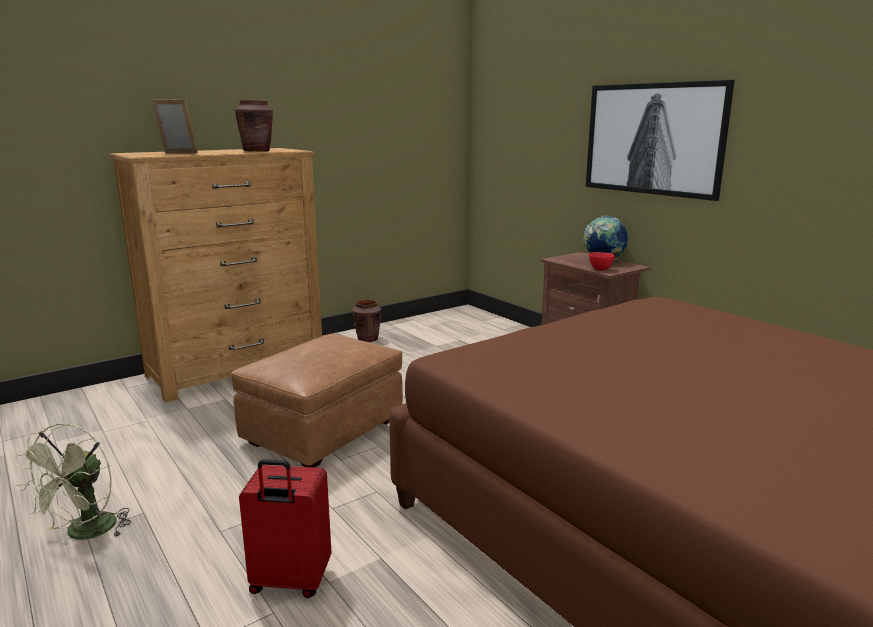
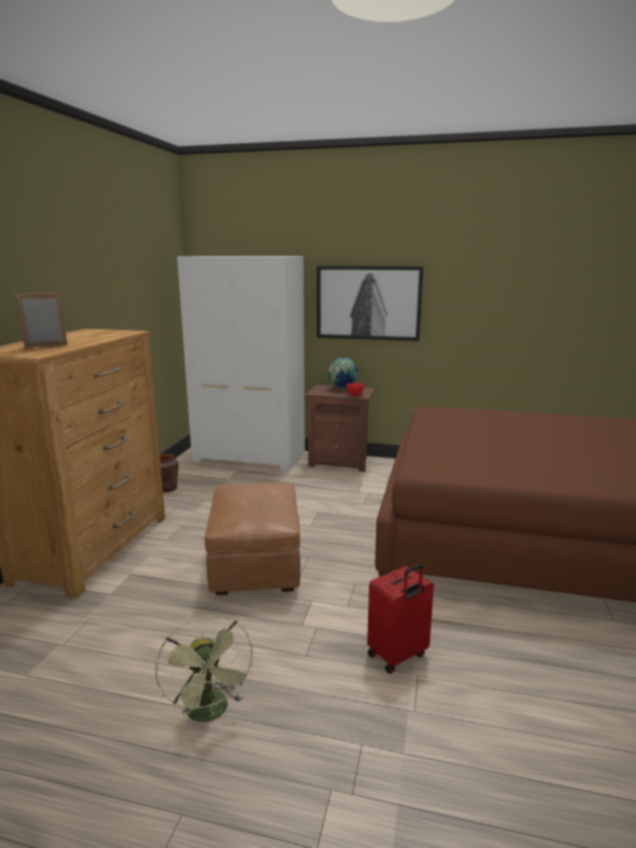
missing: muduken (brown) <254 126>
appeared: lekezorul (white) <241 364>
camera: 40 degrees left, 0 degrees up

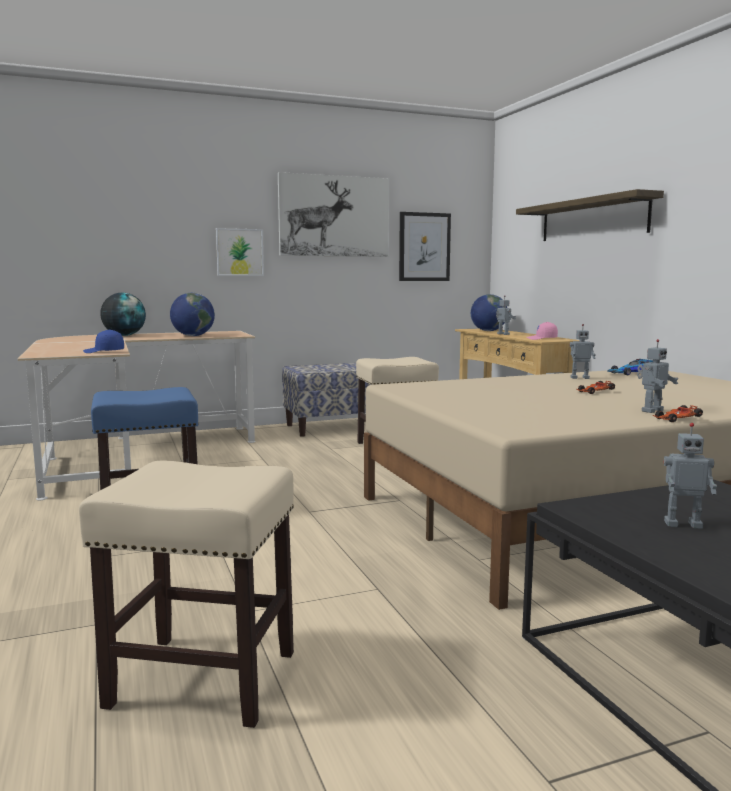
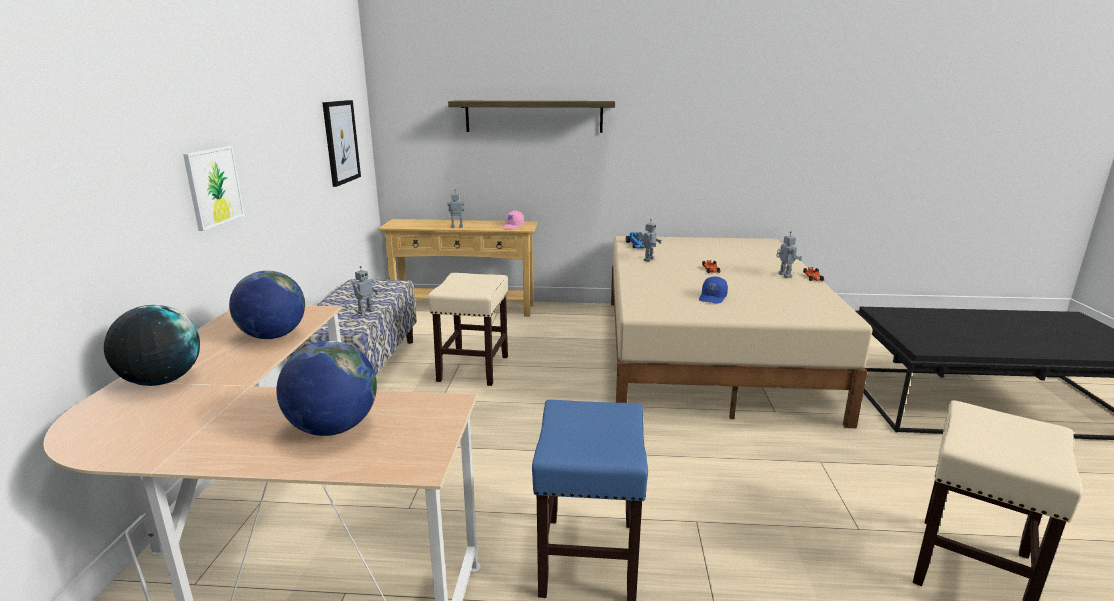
missing: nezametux <333 214>
relocated: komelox <489 312> to <326 388>; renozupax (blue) <103 341> to <713 290>; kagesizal <690 476> to <366 290>
camera: 65 degrees left, 10 degrees up

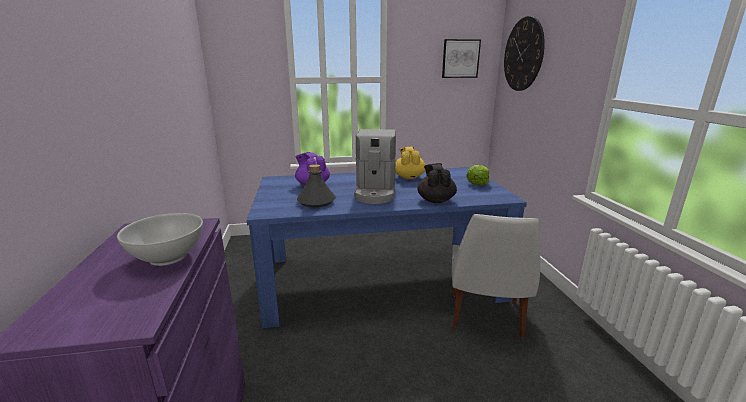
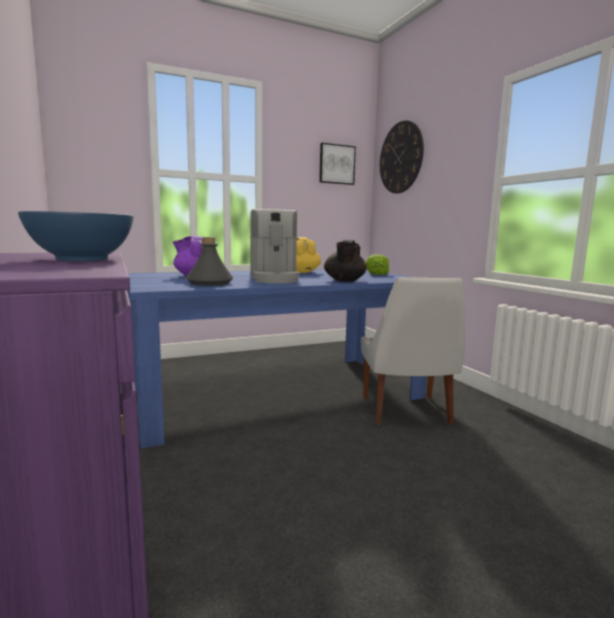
colour: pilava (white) <160 239> to pilava (blue) <76 236>
spun: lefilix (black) <437 183> = <345 260> 150 degrees counterclockwise
camera: 15 degrees left, 10 degrees down

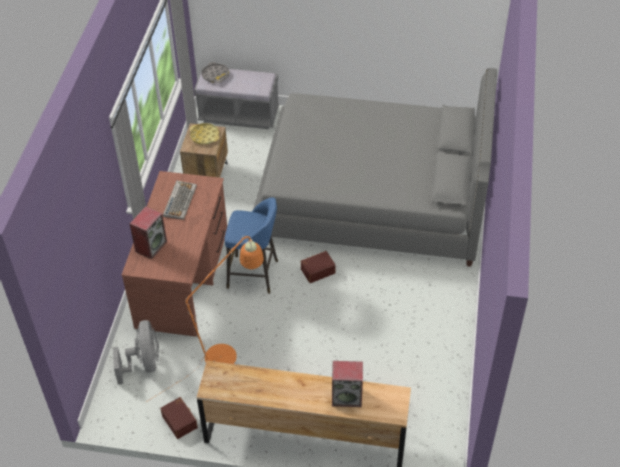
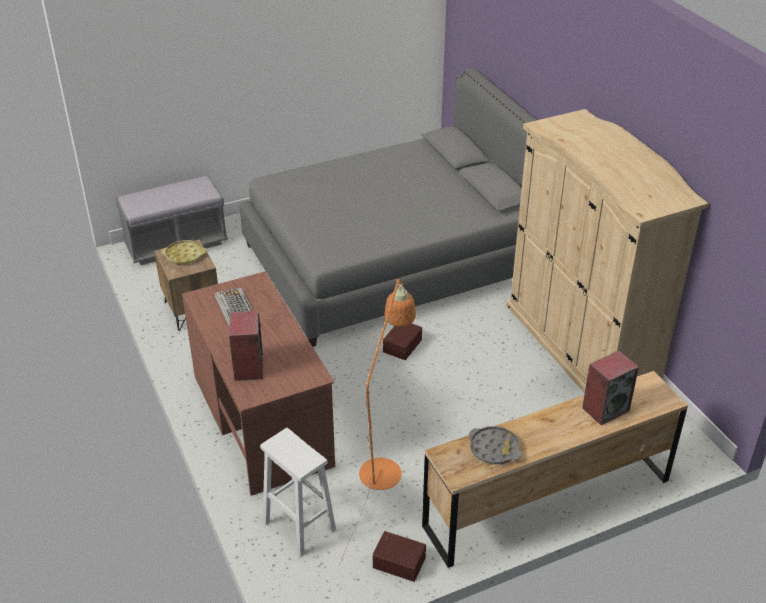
missing: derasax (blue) <251 245>
appeared: lekezorul (beige) <607 251>
relocated: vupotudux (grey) <215 72> to <495 445>
exchanged: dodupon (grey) <136 352> to derasax (white) <298 492>
camera: 35 degrees left, 10 degrees down

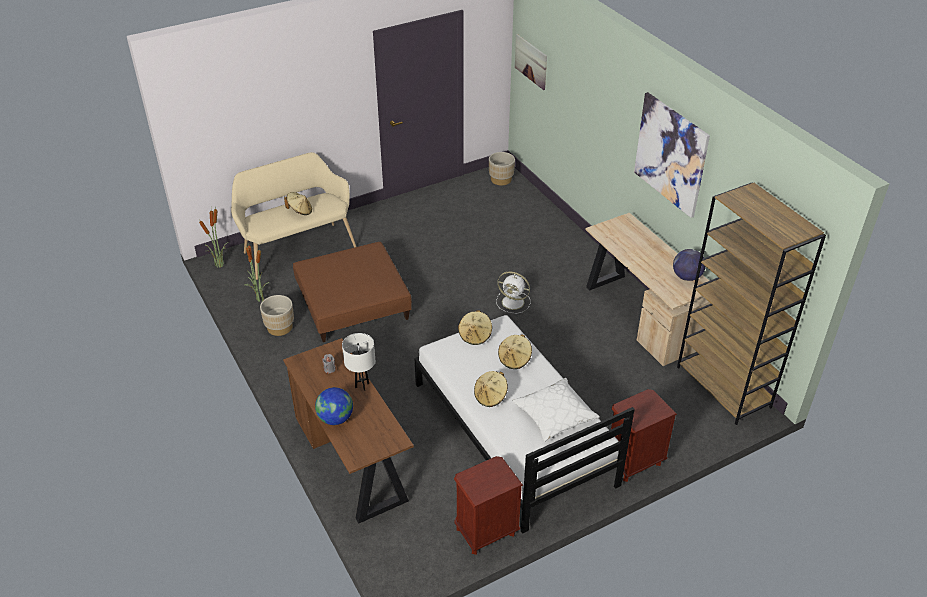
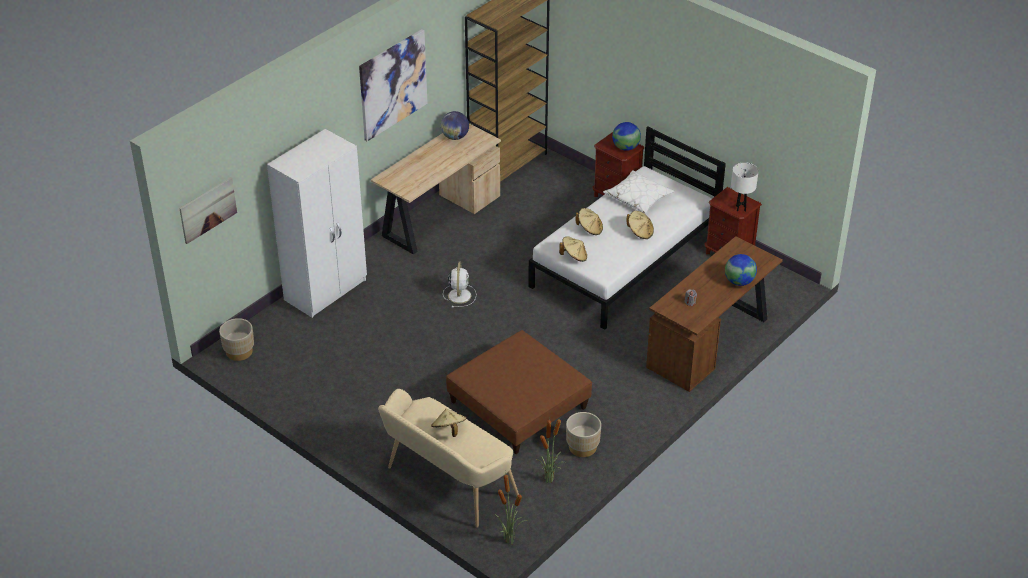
appeared: komelox <626 136>; lekezorul (white) <317 223>
relocated: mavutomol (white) <358 362> to <745 187>
camera: 110 degrees left, 0 degrees up

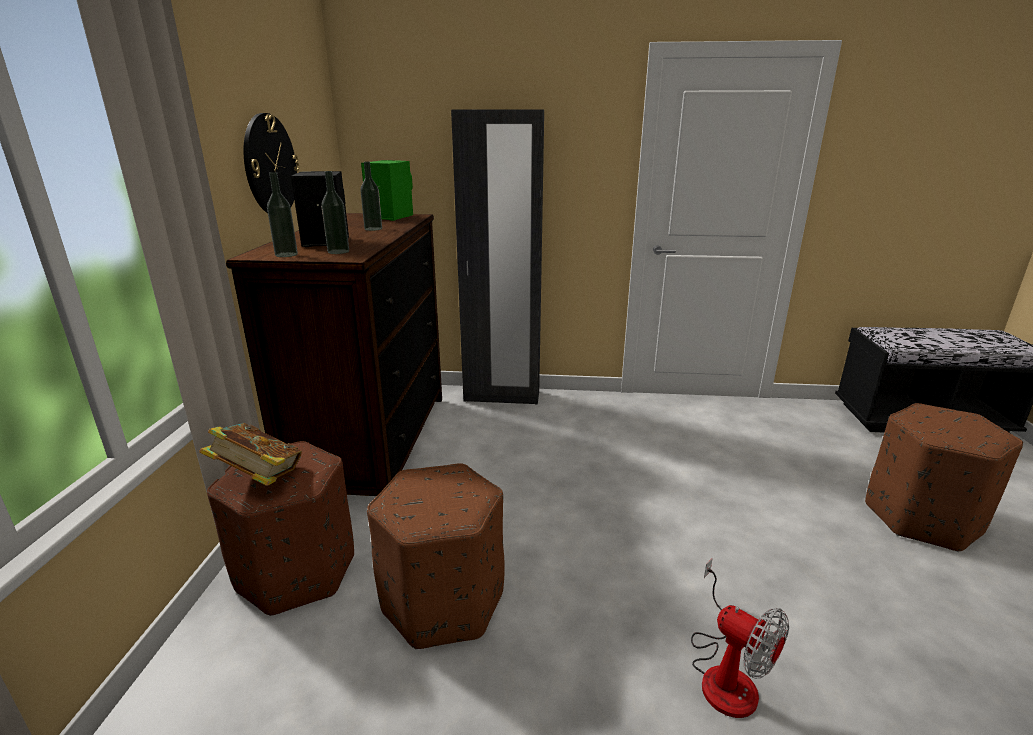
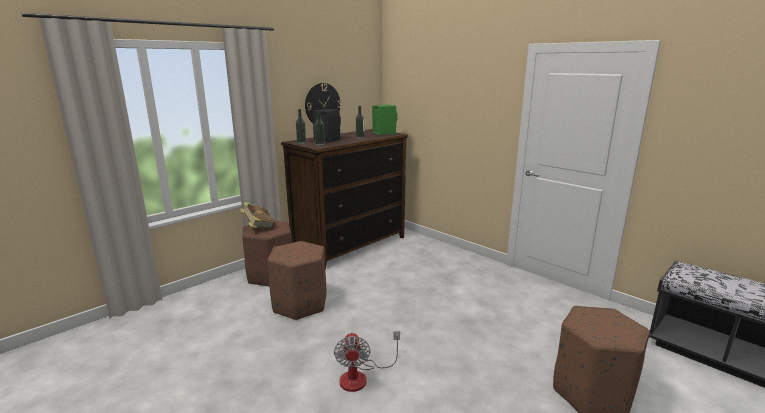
missing: lekezorul (black) <497 257>
camera: 40 degrees right, 5 degrees down

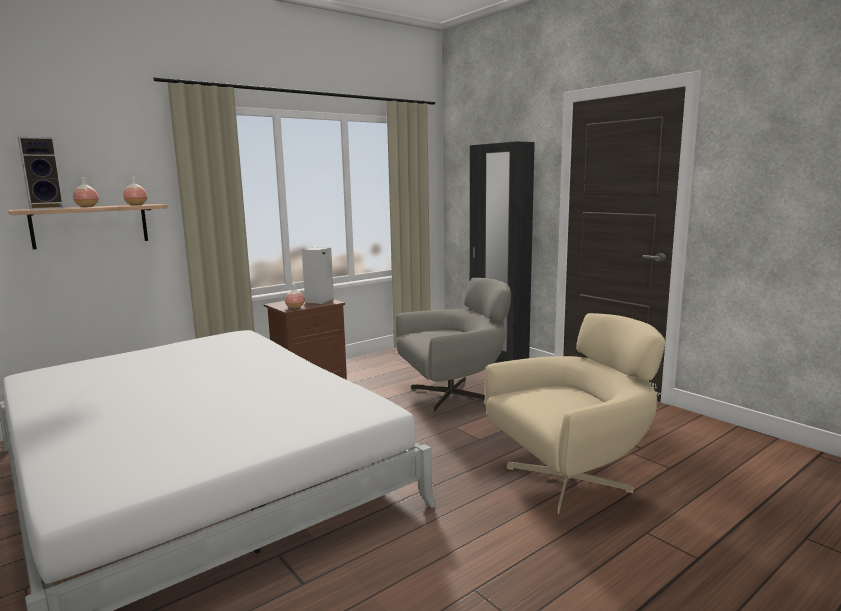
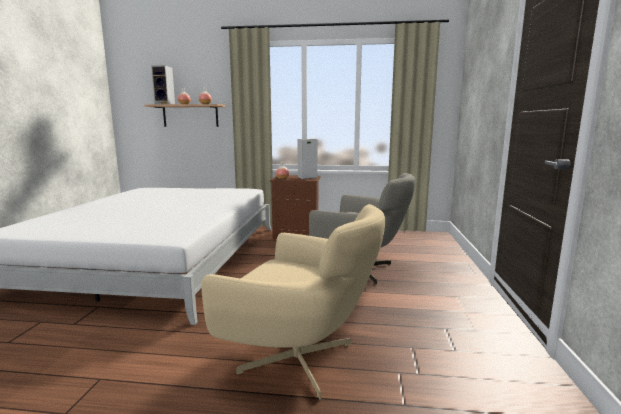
missing: lekezorul (black) <502 252>
camera: 45 degrees right, 0 degrees up

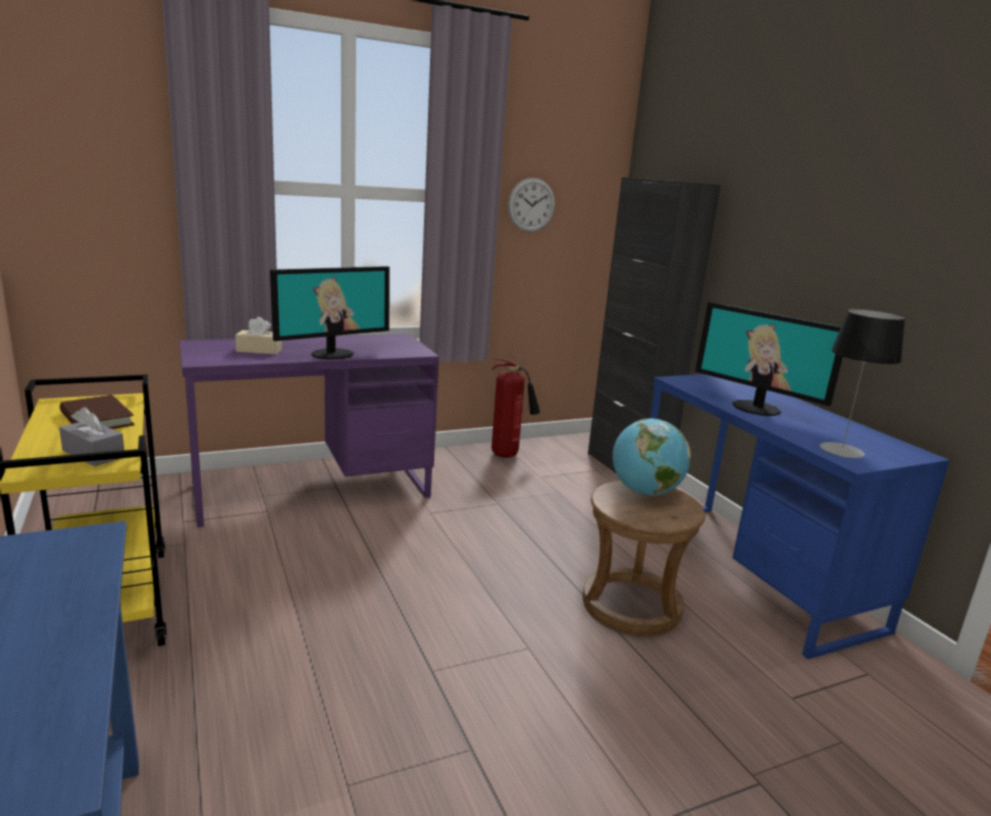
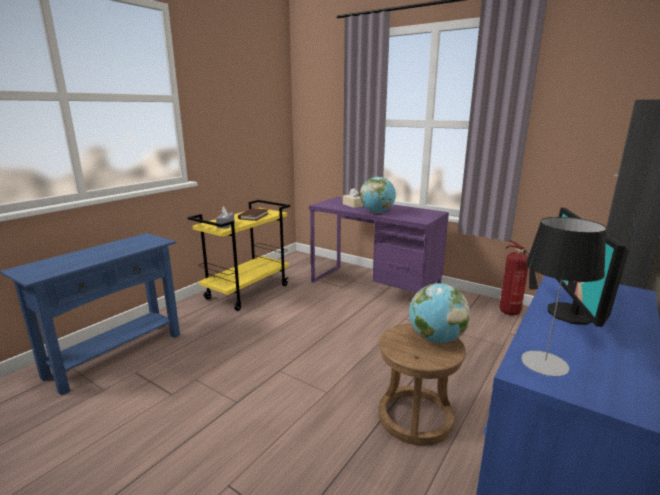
missing: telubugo <531 205>
exchanged: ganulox <330 313> to komelox <378 195>
camera: 60 degrees right, 0 degrees up

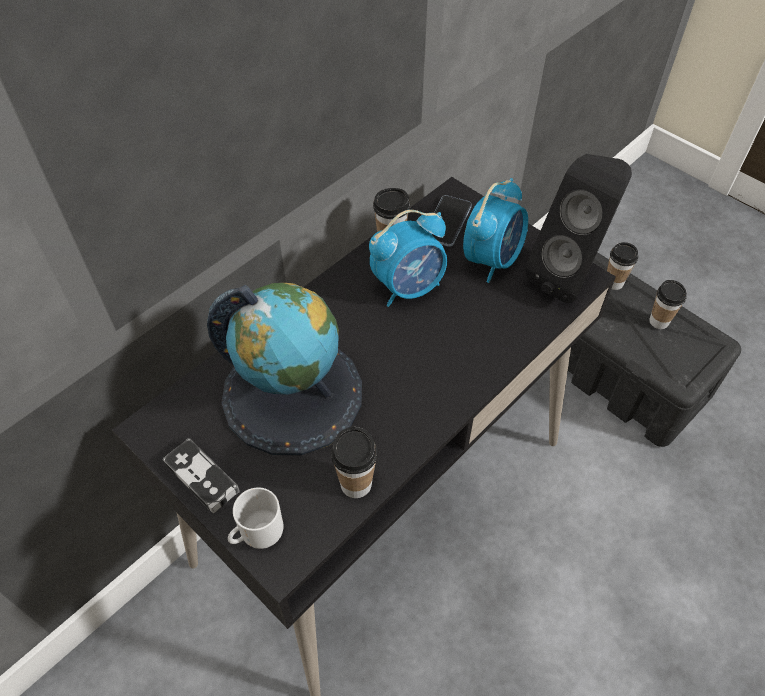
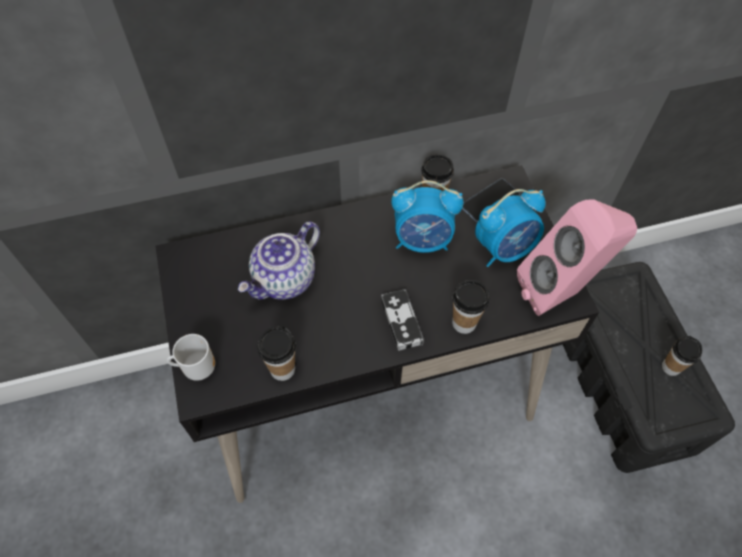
relocated: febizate <622 266> to <470 307>; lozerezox <201 475> to <402 320>
exchanged: komelox <284 369> to lefilix <279 260>
colour: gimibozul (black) <578 228> to gimibozul (pink) <577 257>
camera: 30 degrees right, 5 degrees up

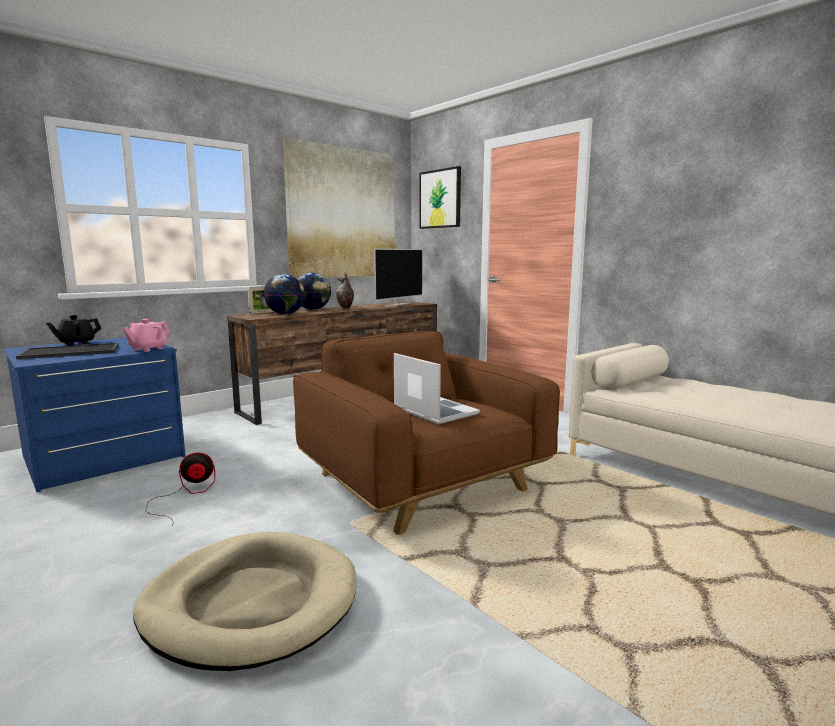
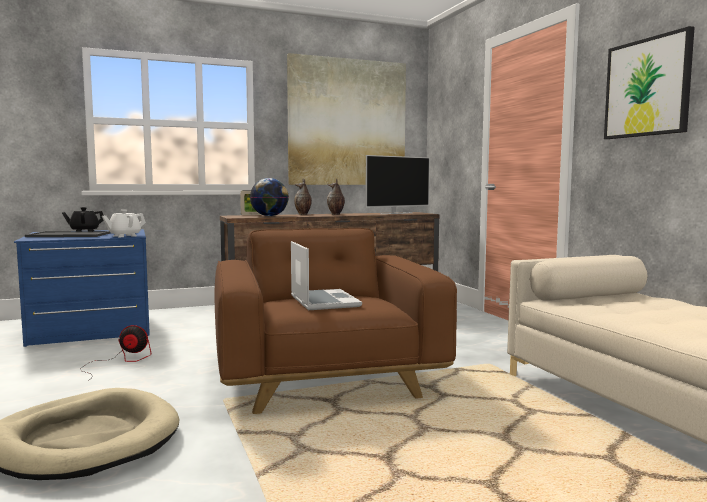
relocated: nezametux <440 197> to <649 82>
exchanged: komelox <314 291> to muduken <303 197>
colour: lefilix (pink) <145 335> to lefilix (white) <124 223>
camera: 20 degrees right, 5 degrees down

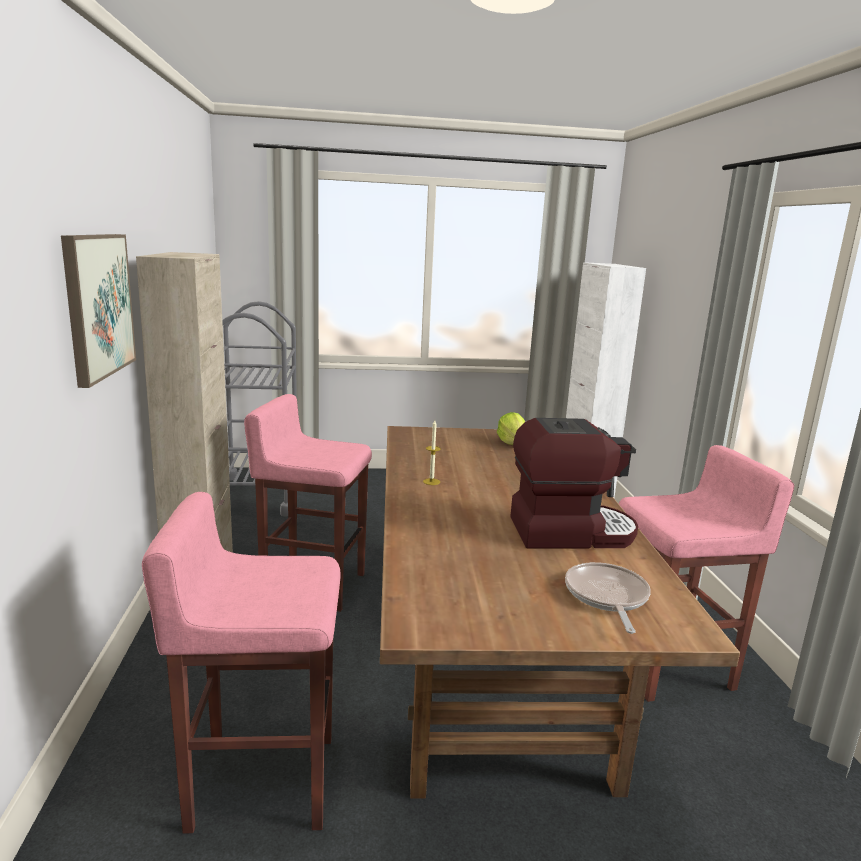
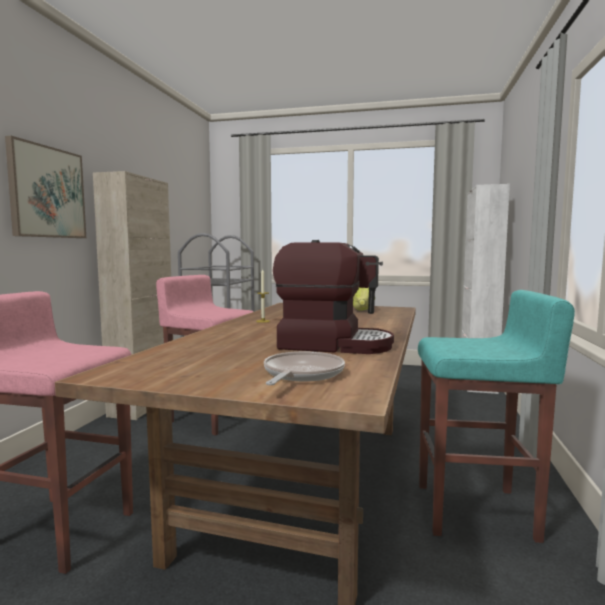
colour: derasax (pink) <706 573> to derasax (turquoise) <496 416>
camera: 20 degrees right, 10 degrees down

